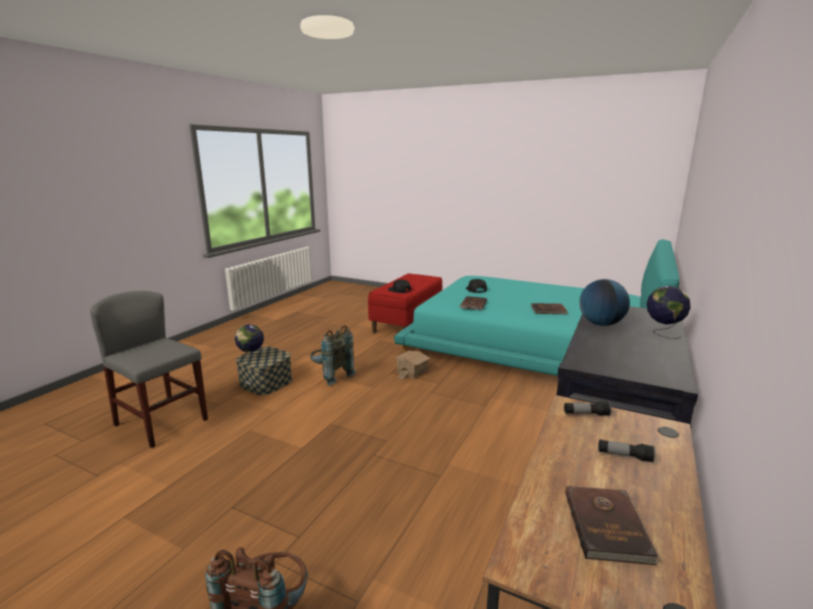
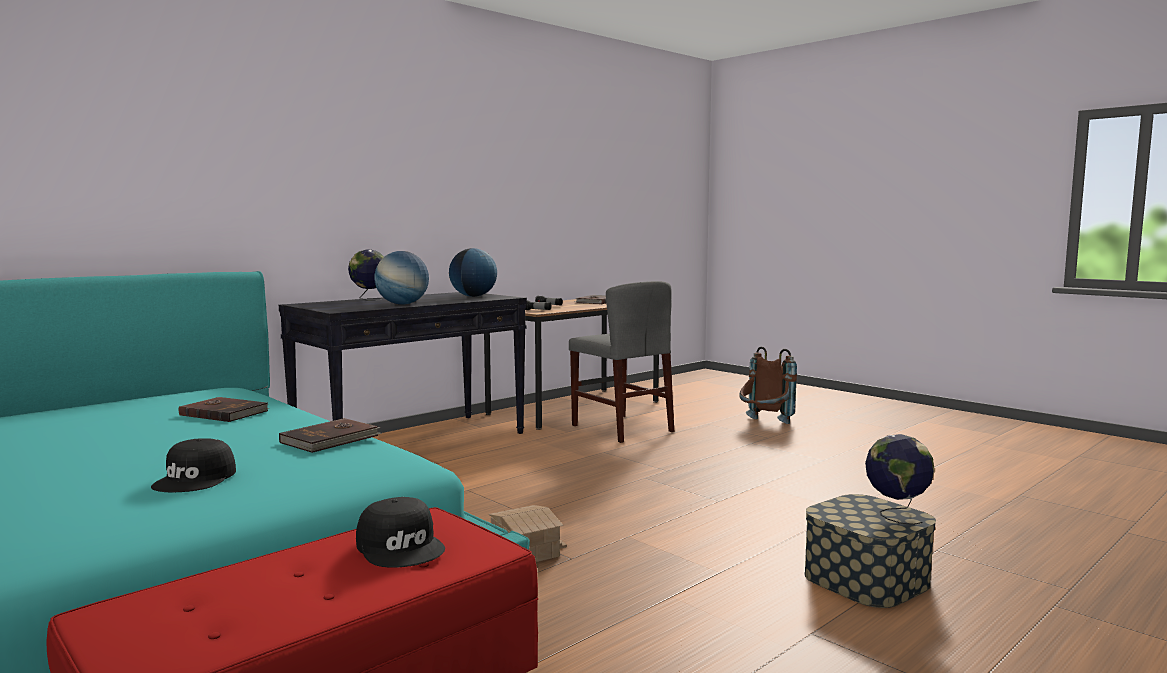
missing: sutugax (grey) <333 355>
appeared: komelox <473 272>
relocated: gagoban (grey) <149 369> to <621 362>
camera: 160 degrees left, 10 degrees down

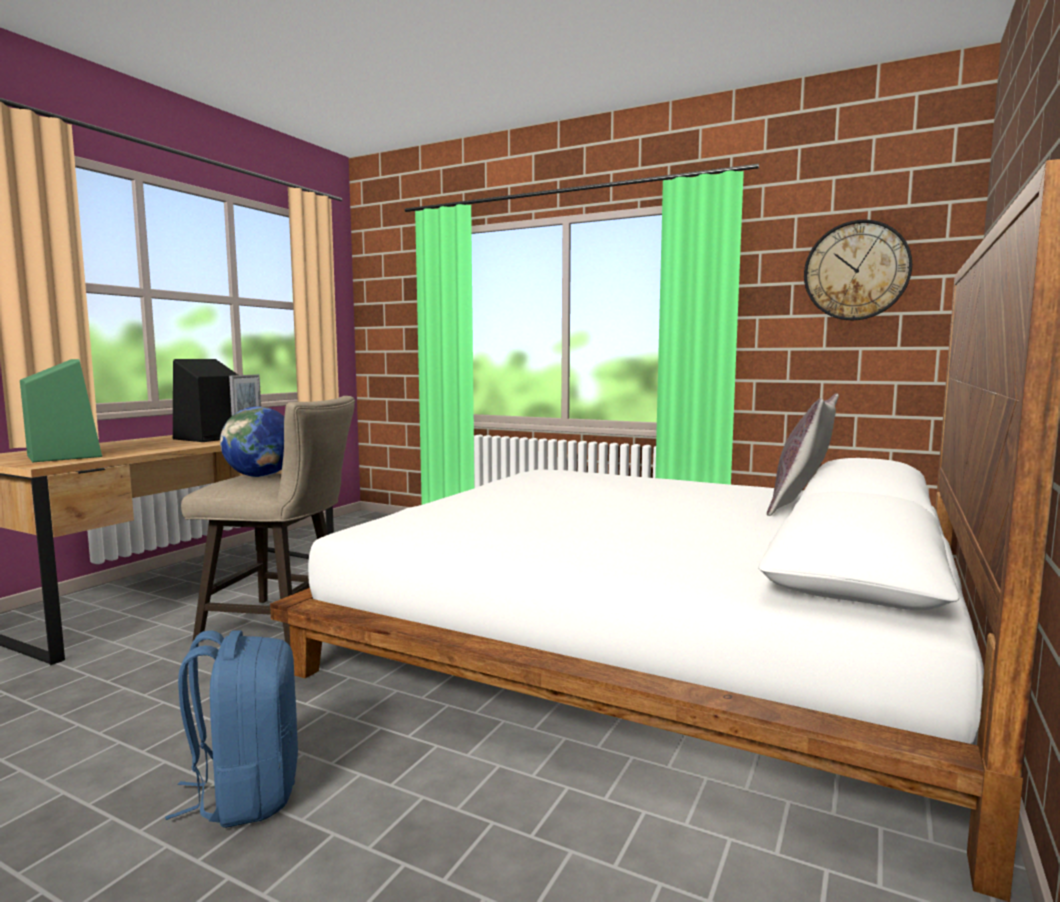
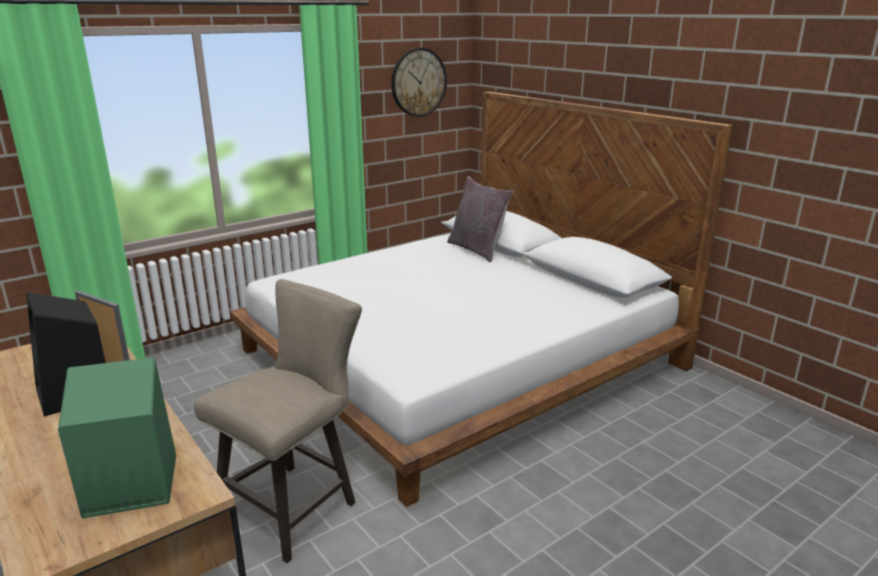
missing: komelox <252 442>; sutugax (blue) <231 729>
camera: 65 degrees left, 15 degrees up

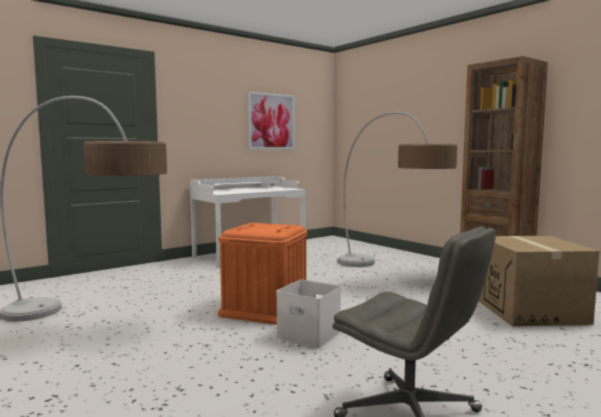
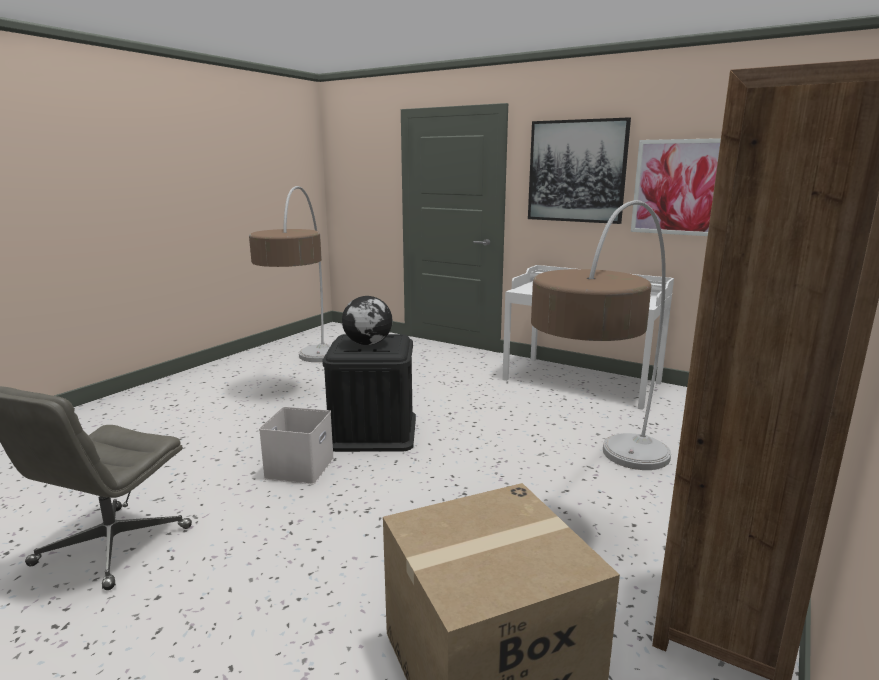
appeared: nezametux <579 170>; komelox <367 320>
colour: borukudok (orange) <262 274> to borukudok (black) <369 393>
camera: 70 degrees right, 10 degrees up

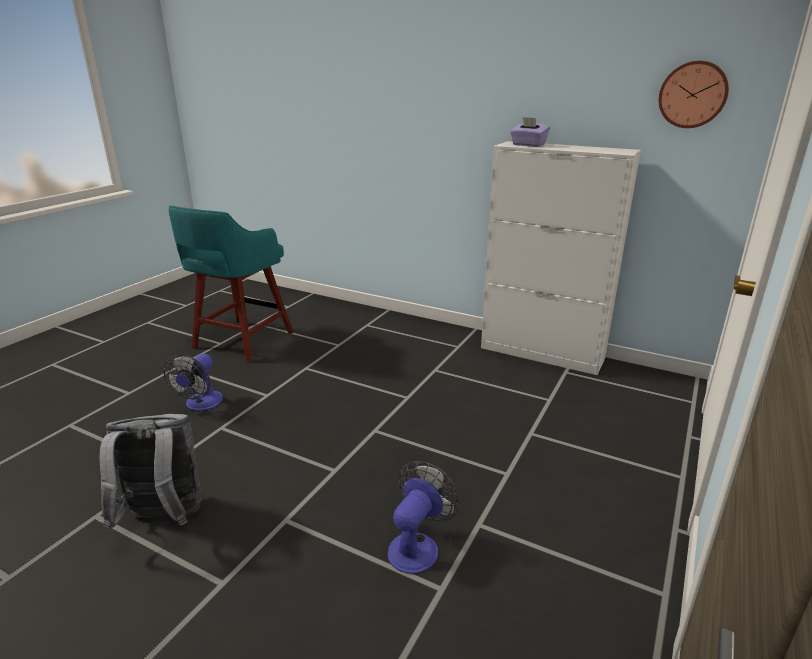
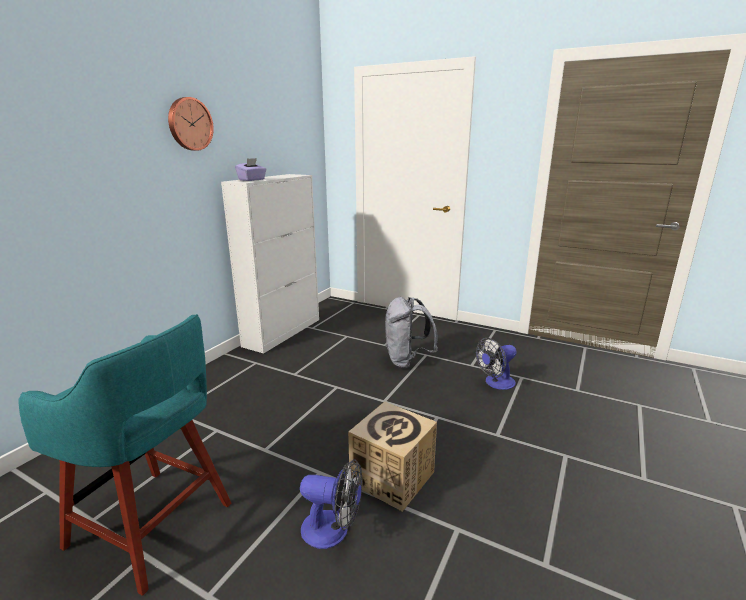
appeared: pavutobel <392 456>
relocated: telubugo <693 94> to <191 124>; sutugax (grey) <151 472> to <411 333>
spun: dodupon <424 517> = <496 364> 60 degrees counterclockwise
camera: 90 degrees left, 5 degrees down

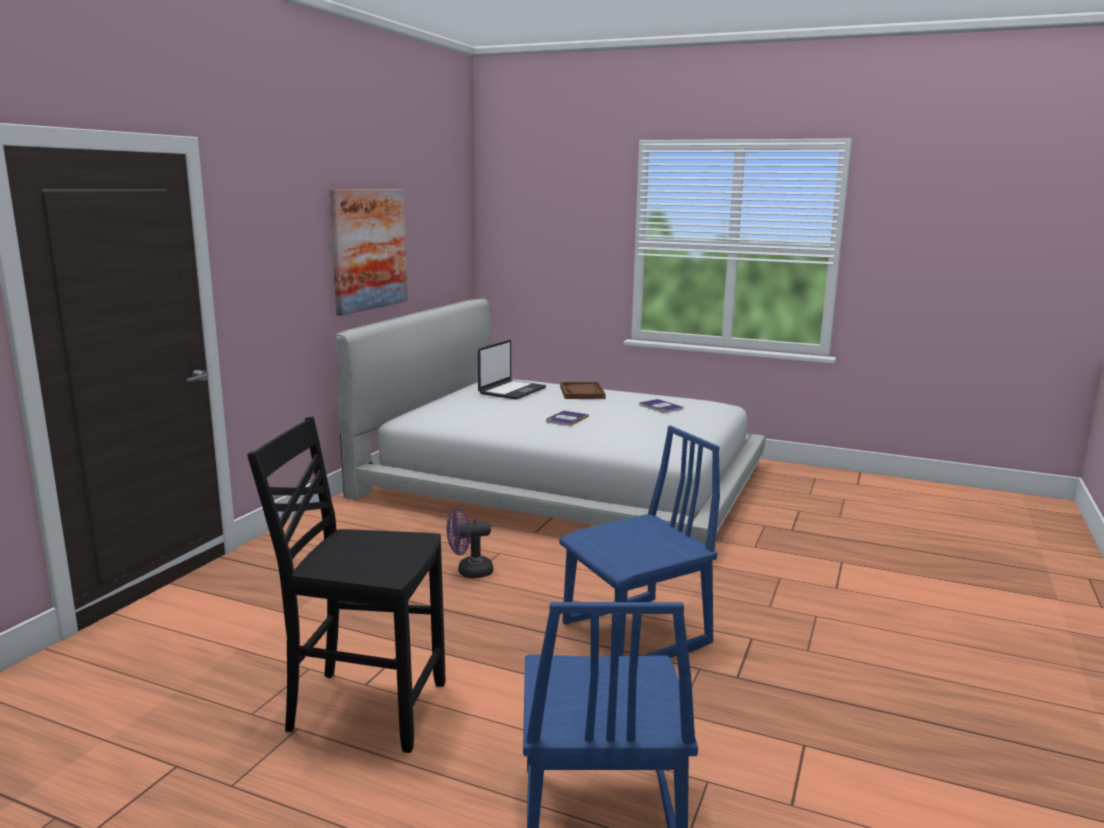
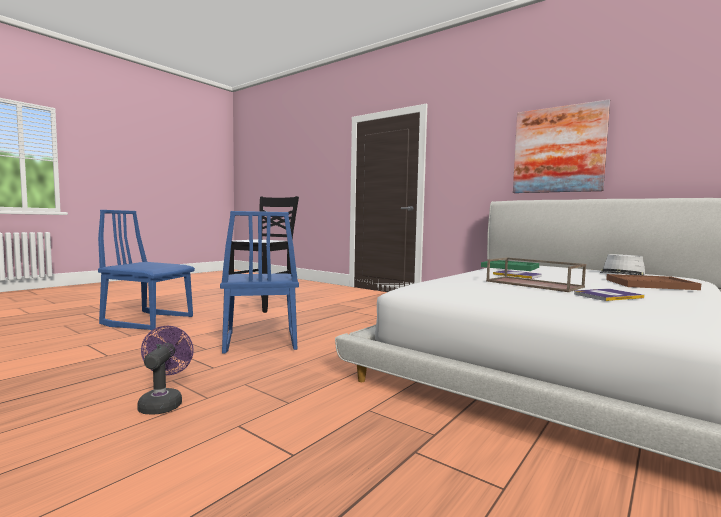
appeared: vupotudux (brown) <536 274>; vupotudux (green) <510 265>
relocated: dodupon (purple) <470 543> to <165 370>
exchanged: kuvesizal <512 370> to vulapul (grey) <623 265>
camera: 105 degrees right, 10 degrees down

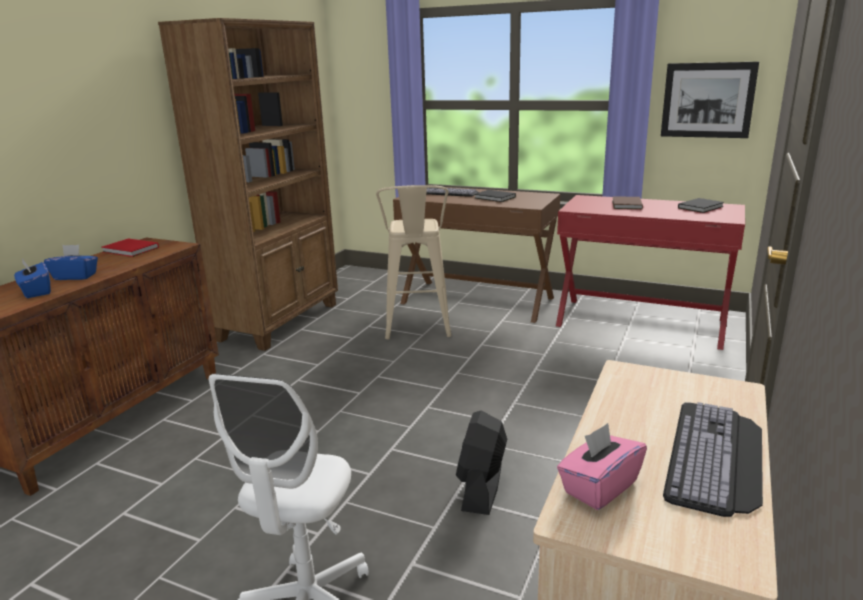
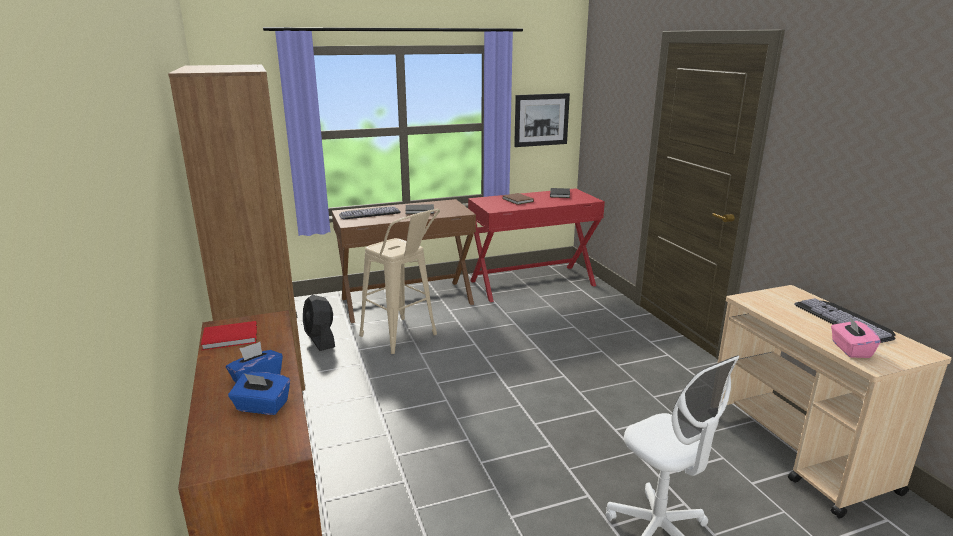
relocated: dodupon (black) <481 462> to <319 323>
camera: 45 degrees left, 0 degrees up

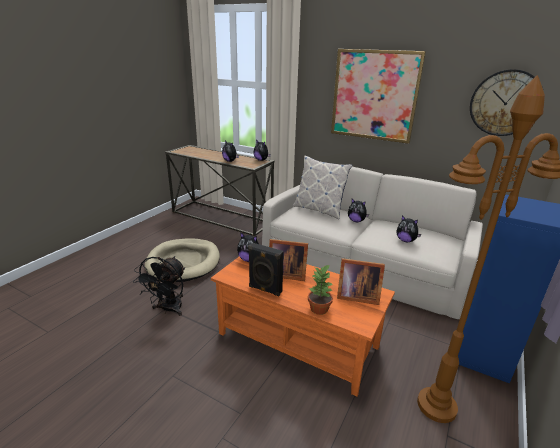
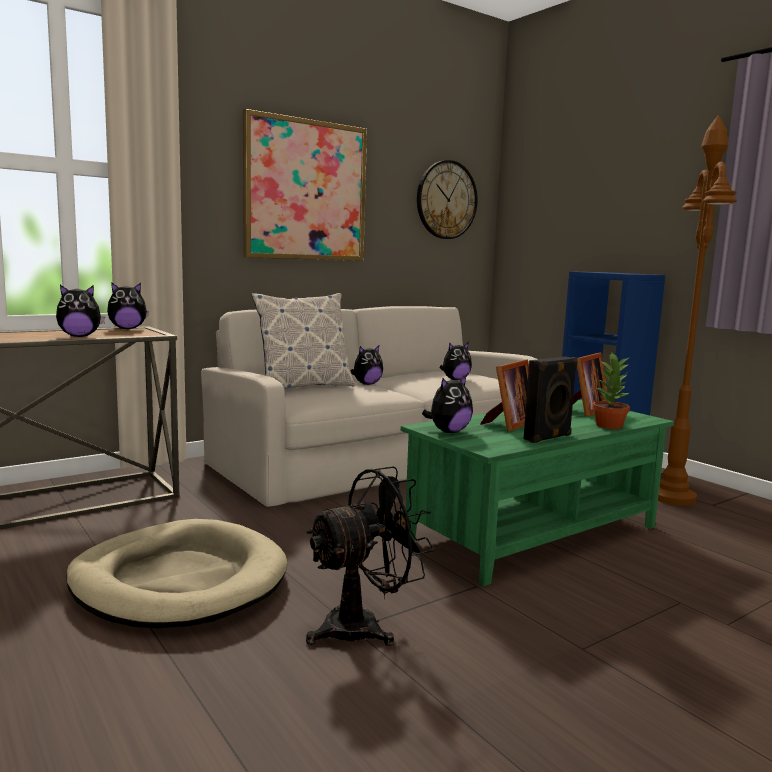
colour: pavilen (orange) <303 327> to pavilen (green) <537 493>
spun: dodupon (black) <159 286> = <370 556> 75 degrees counterclockwise
camera: 65 degrees left, 15 degrees down

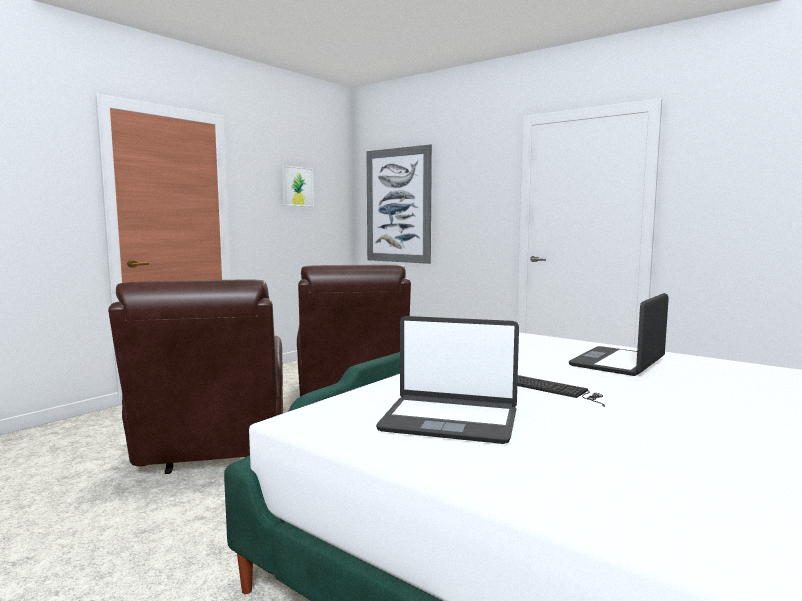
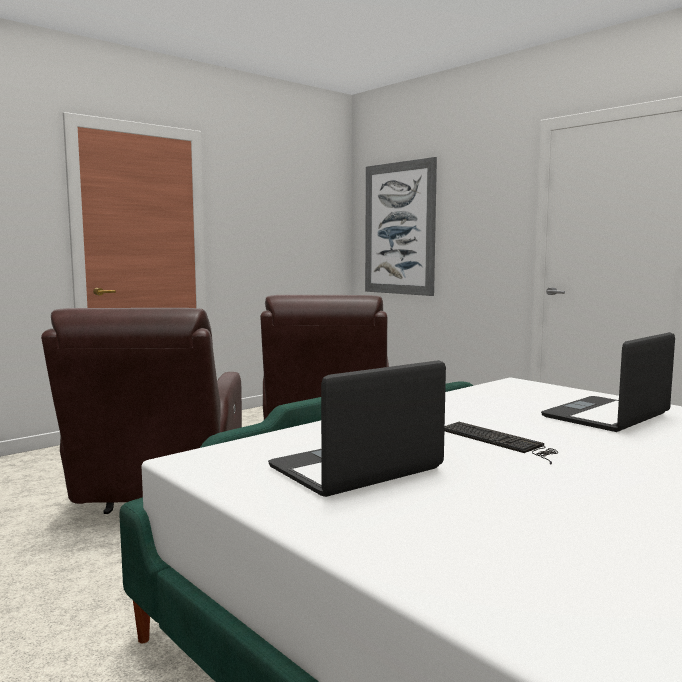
missing: nezametux <298 185>
spun: kuvesizal <447 380> = <357 428> 120 degrees clockwise
camera: 10 degrees right, 0 degrees up

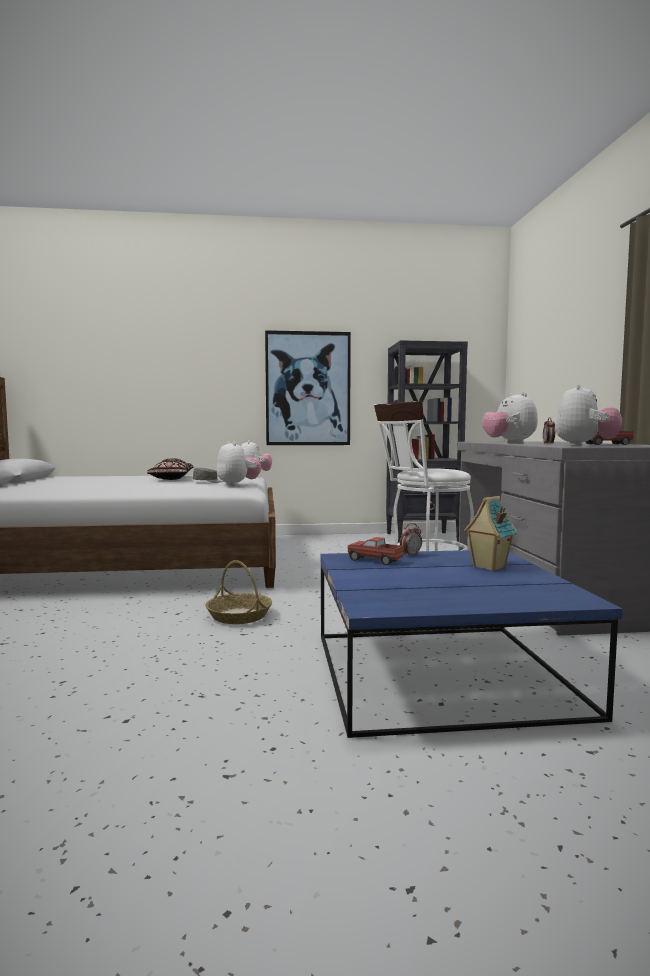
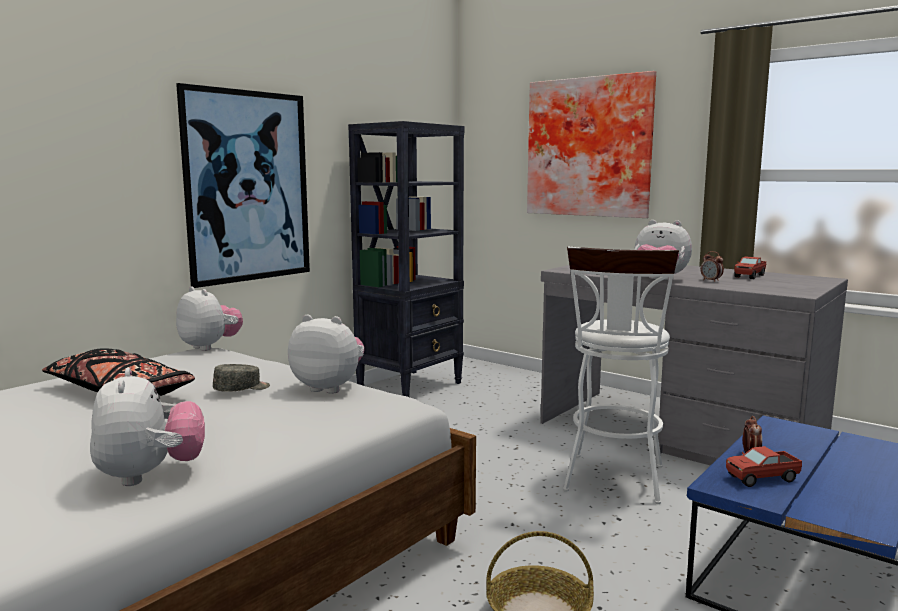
missing: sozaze <490 533>
appeared: nezametux <591 144>
relocated: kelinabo <588 415> to <147 427>
camera: 45 degrees left, 5 degrees up

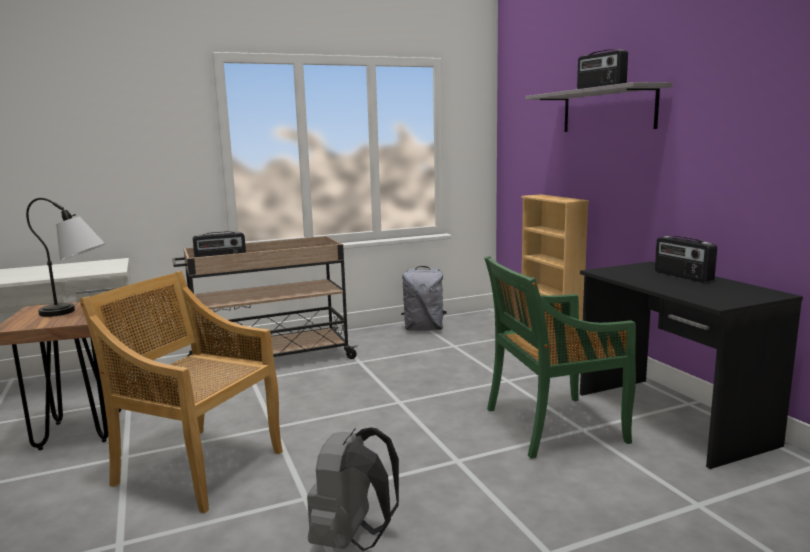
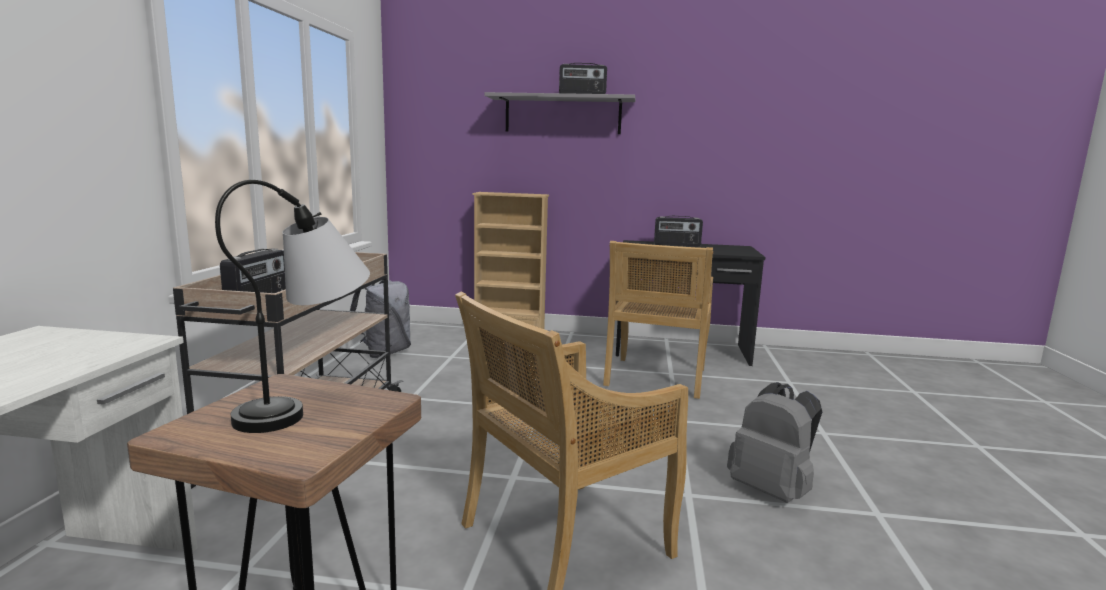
colour: gagoban (green) <560 357> to gagoban (beige) <658 320>
camera: 60 degrees left, 0 degrees up

